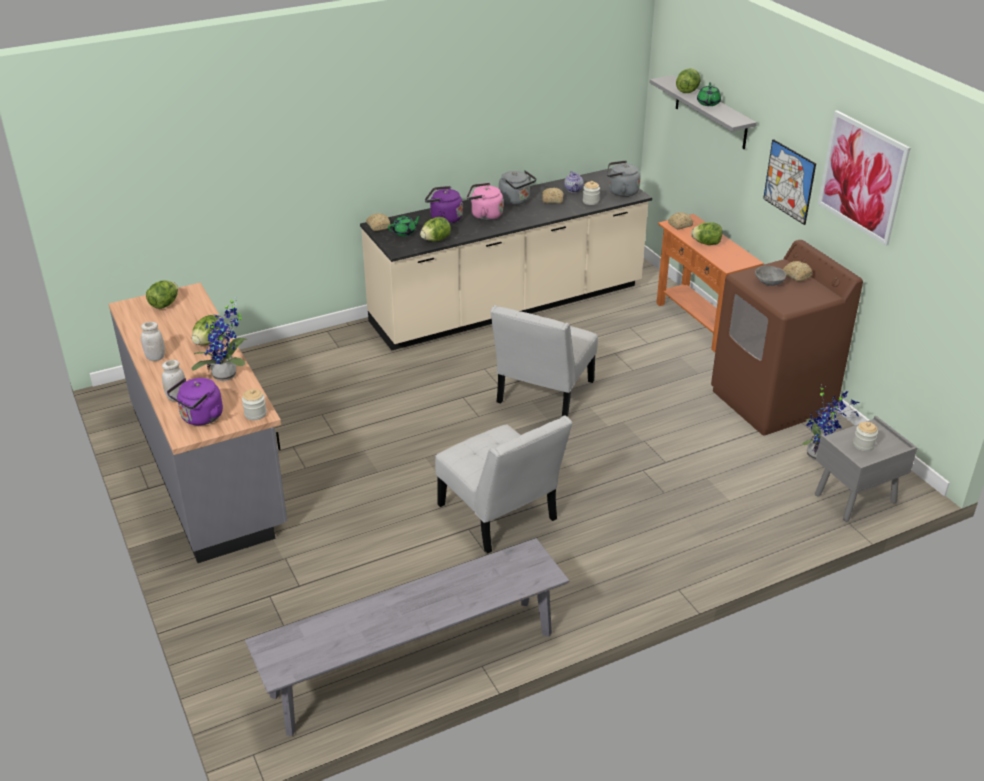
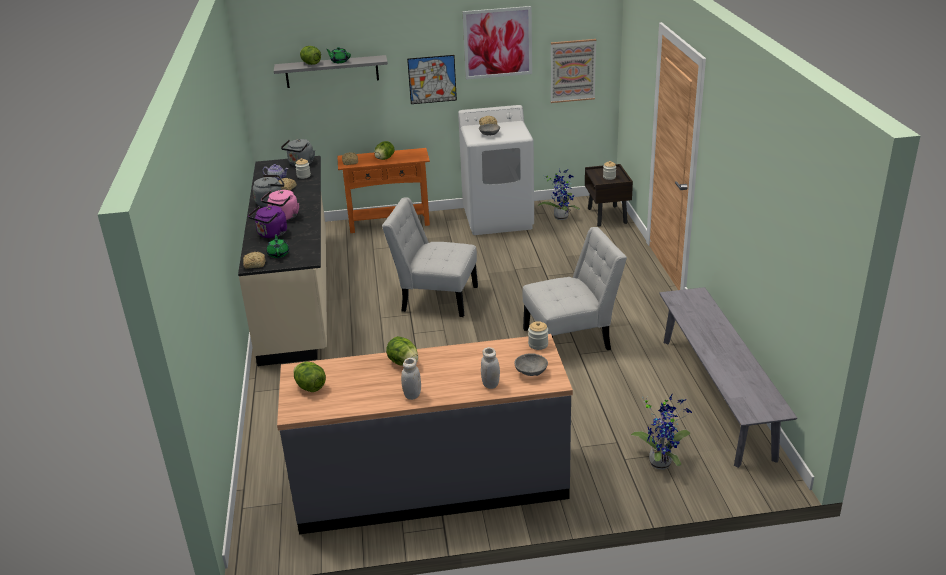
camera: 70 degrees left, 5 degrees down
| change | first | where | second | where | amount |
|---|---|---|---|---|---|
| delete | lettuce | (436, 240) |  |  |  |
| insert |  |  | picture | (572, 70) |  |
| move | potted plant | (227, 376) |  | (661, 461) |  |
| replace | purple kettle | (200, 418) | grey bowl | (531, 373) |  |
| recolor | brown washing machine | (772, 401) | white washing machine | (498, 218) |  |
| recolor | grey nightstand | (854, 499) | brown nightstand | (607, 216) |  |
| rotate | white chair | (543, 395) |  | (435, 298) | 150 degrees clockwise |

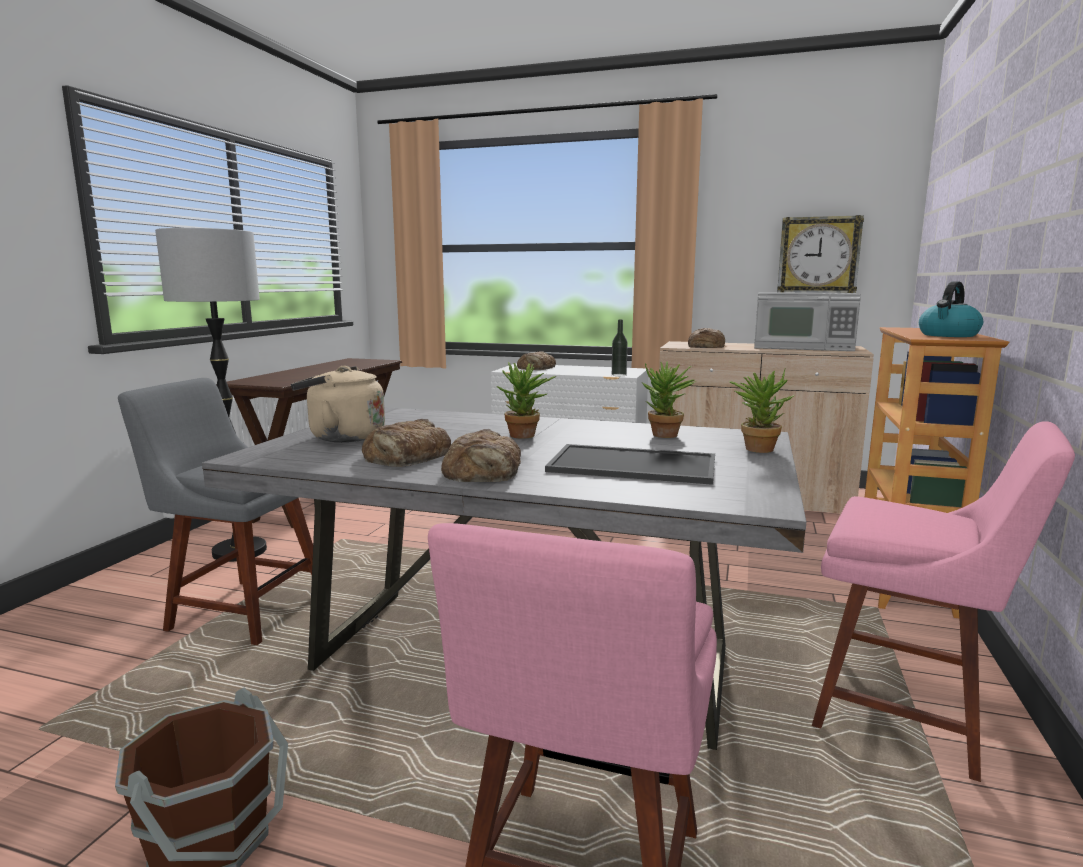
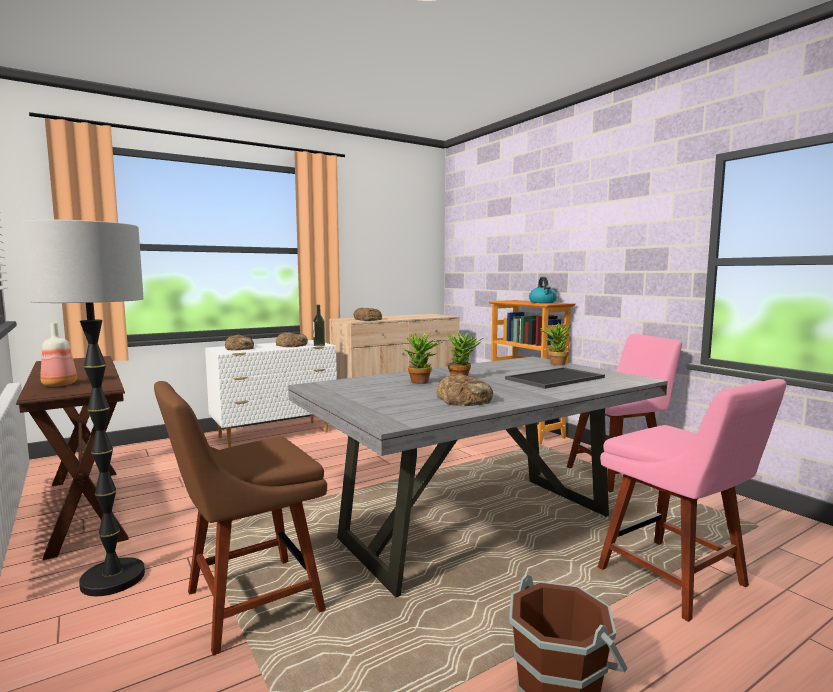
camera: 50 degrees left, 5 degrees down
| change | first | where | second | where | amount |
|---|---|---|---|---|---|
| delete | beige kettle | (342, 437) |  |  |  |
| delete | microwave | (803, 347) |  |  |  |
| delete | wall clock | (818, 260) |  |  |  |
| insert |  |  | bottle | (59, 384) |  |
| move | bread | (484, 470) |  | (291, 345) |  |
| move | potted plant | (665, 436) |  | (422, 382) |  |
| recolor | grey chair | (243, 610) | brown chair | (246, 604) |  |

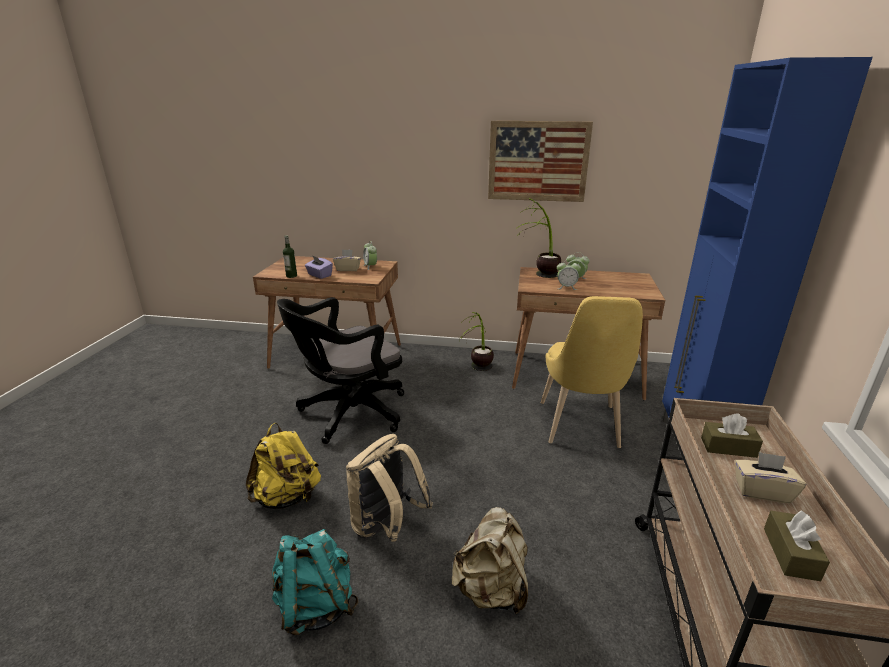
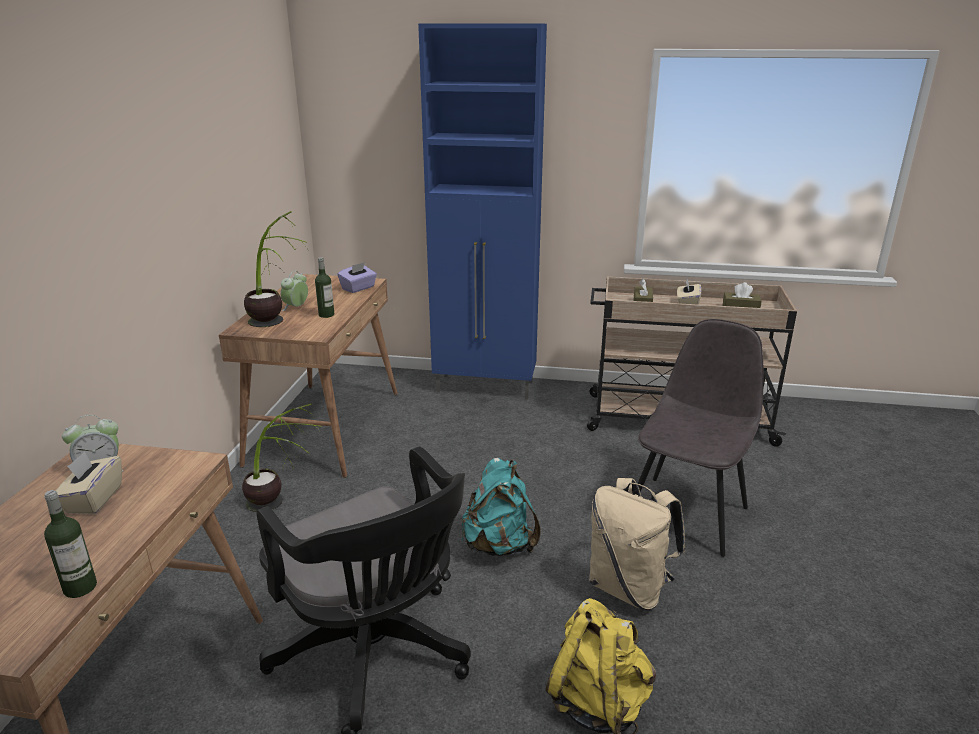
camera: 90 degrees left, 0 degrees up
| change | first | where | second | where | amount |
|---|---|---|---|---|---|
| delete | picture | (538, 161) |  |  |  |
| delete | yellow chair | (580, 428) |  |  |  |
| move | turquoise backpack | (315, 605) |  | (499, 545) |  |
| move | purple tissue box | (319, 275) |  | (358, 288) |  |
| replace | beige backpack | (492, 590) | grey chair | (687, 513) |  |
| replace | alarm clock | (566, 287) | bottle | (326, 315) |  |

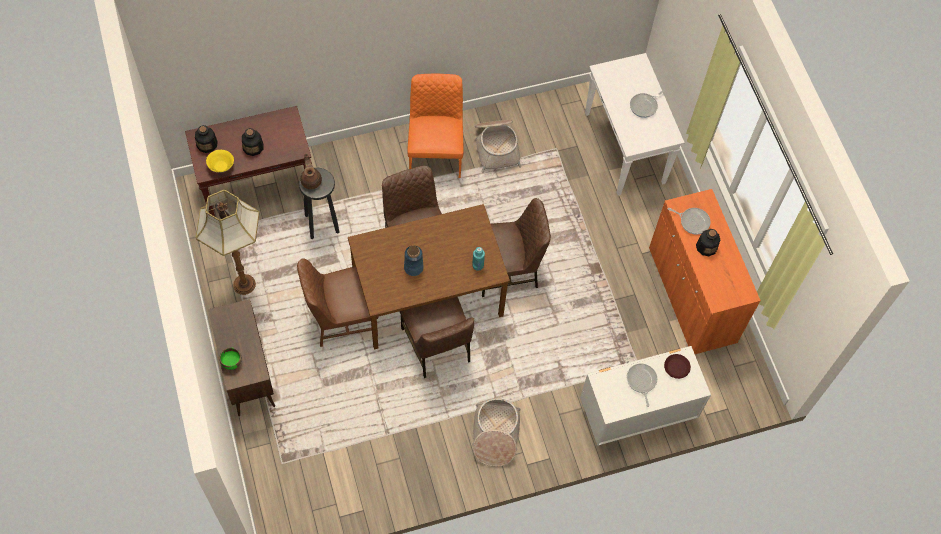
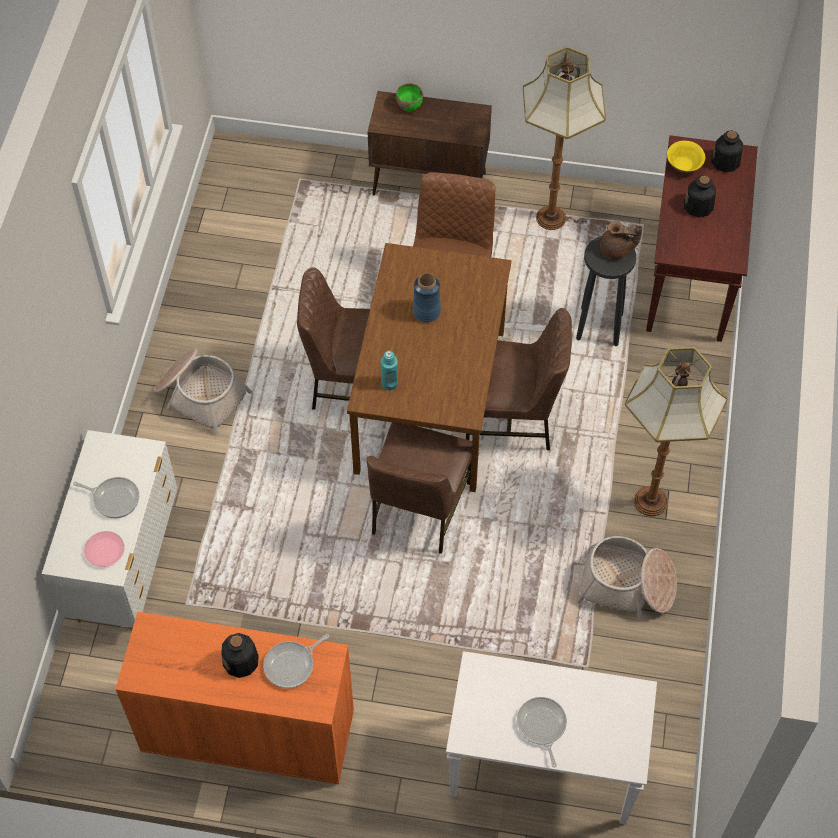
camera: 120 degrees right, 5 degrees down
| change | first | where | second | where | amount |
|---|---|---|---|---|---|
| replace | orange chair | (435, 153) | floor lamp | (652, 502) |  |
| recolor | brown plate | (676, 367) | pink plate | (105, 551) |  |

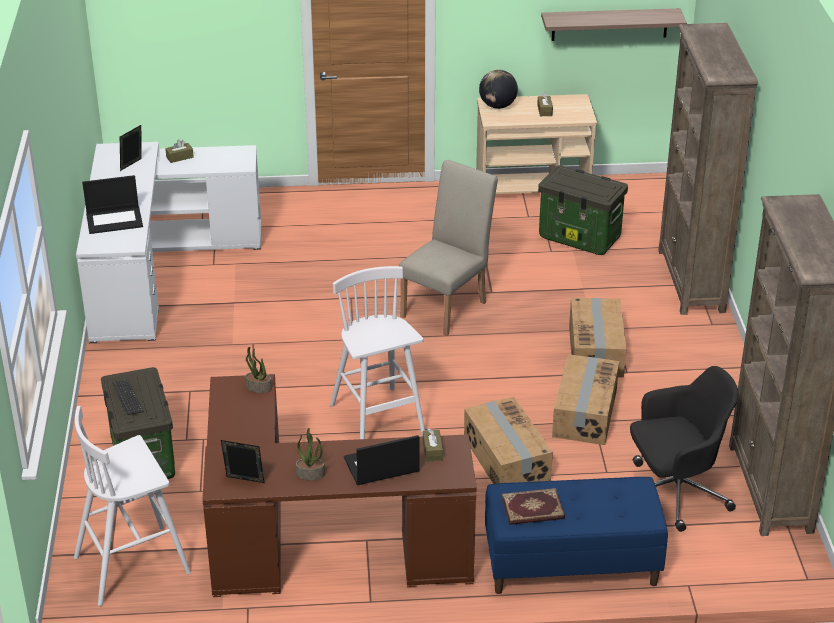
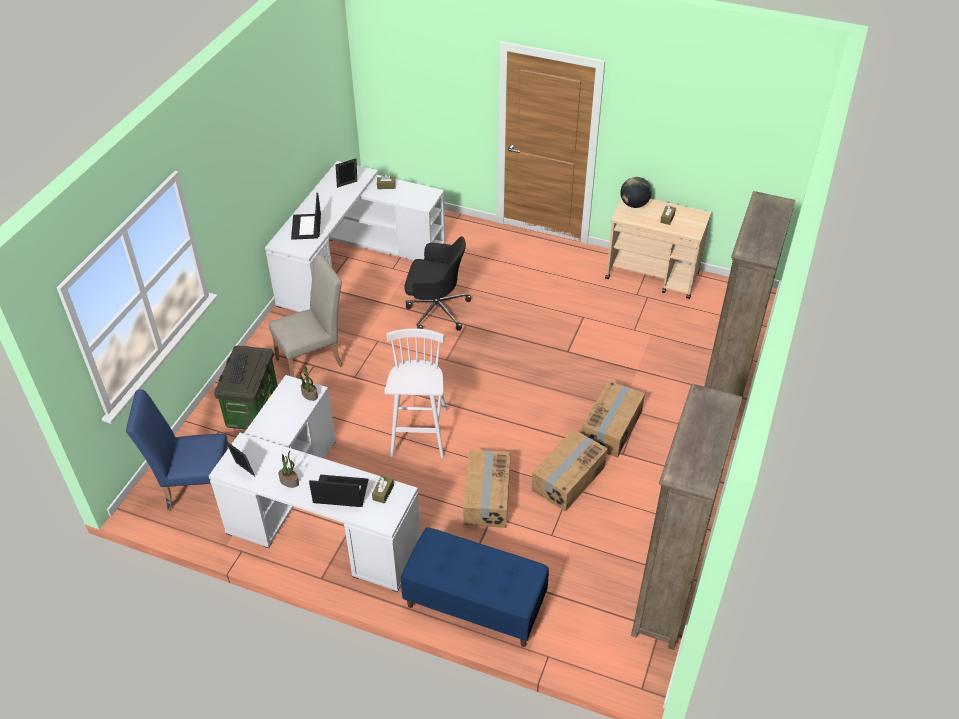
camera: 25 degrees right, 10 degrees up
| change | first | where | second | where | amount |
|---|---|---|---|---|---|
| delete | book | (533, 510) |  |  |  |
| delete | storage box | (581, 238) |  |  |  |
| delete | shelf | (609, 24) |  |  |  |
| move | beige chair | (448, 306) |  | (314, 360) |  |
| move | black office chair | (674, 493) |  | (436, 310) |  |
| replace | white stool | (134, 564) | blue chair | (195, 489) |  |
| recolor | brown desk | (313, 543) | white desk | (314, 516) |  |
| rotate | laptop | (115, 220) |  | (307, 227) | 75 degrees clockwise |

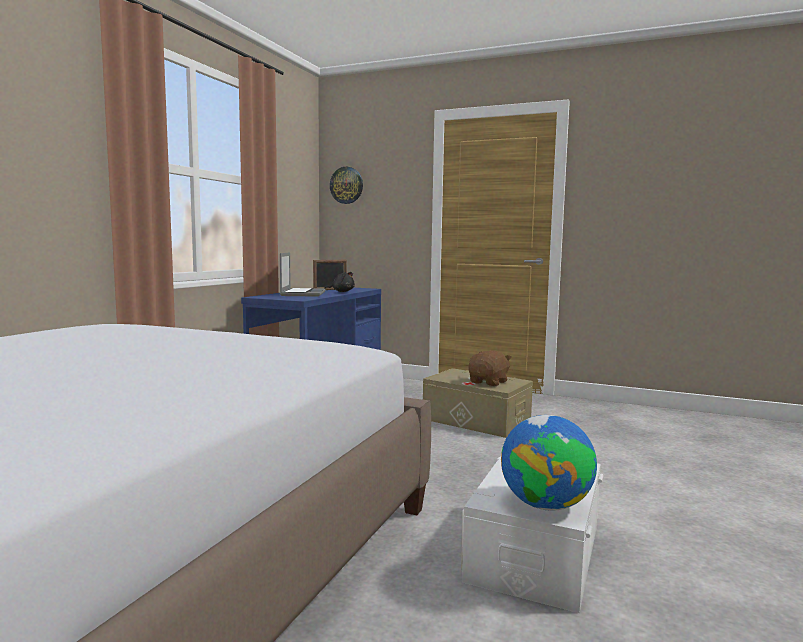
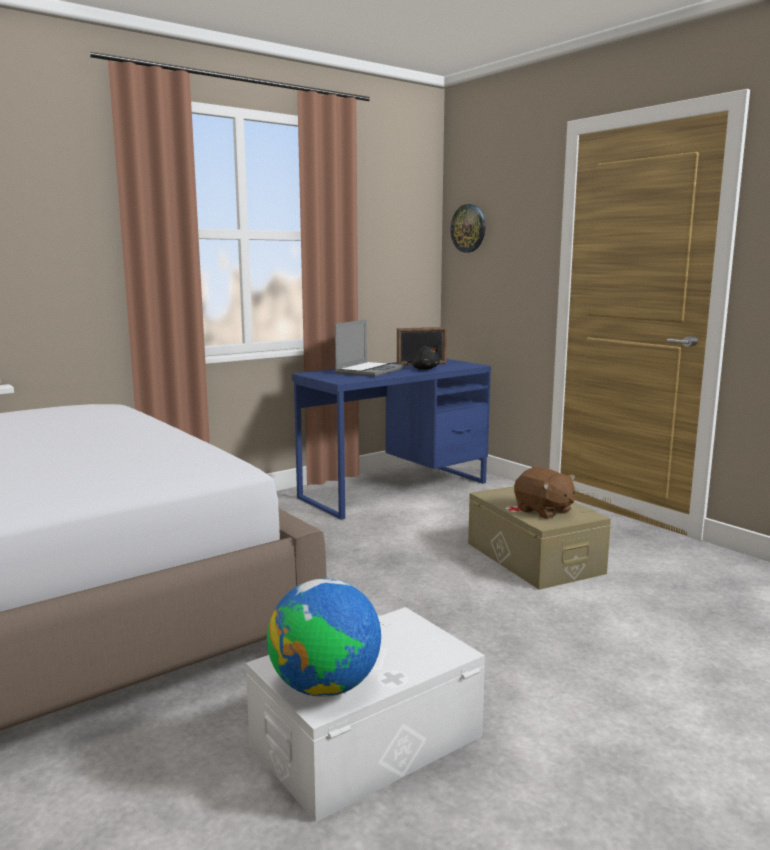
camera: 30 degrees right, 5 degrees up
| change | first | where | second | where | amount |
|---|---|---|---|---|---|
| rotate | brown plush toy | (489, 382) |  | (543, 511) | 75 degrees clockwise |

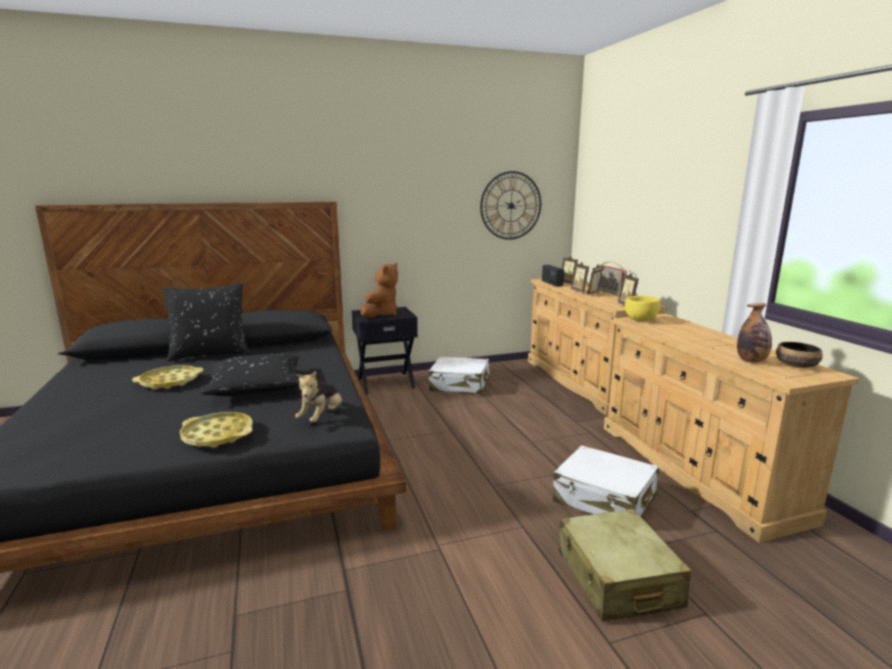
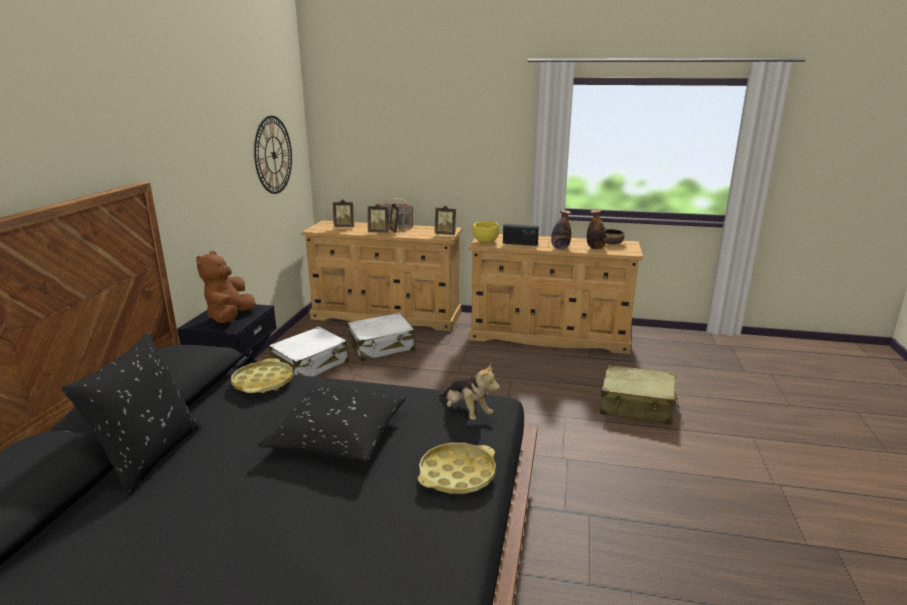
camera: 60 degrees left, 5 degrees up
| change | first | where | second | where | amount |
|---|---|---|---|---|---|
| insert |  |  | bottle | (560, 248) |  |
| move | yellow tray | (170, 382) |  | (263, 382) |  |
| move | radio | (552, 283) |  | (520, 243) |  |
| move | white suitcase | (604, 499) |  | (382, 347) |  |
| rotate | brown plush toy | (381, 314) |  | (230, 318) | 135 degrees counterclockwise |

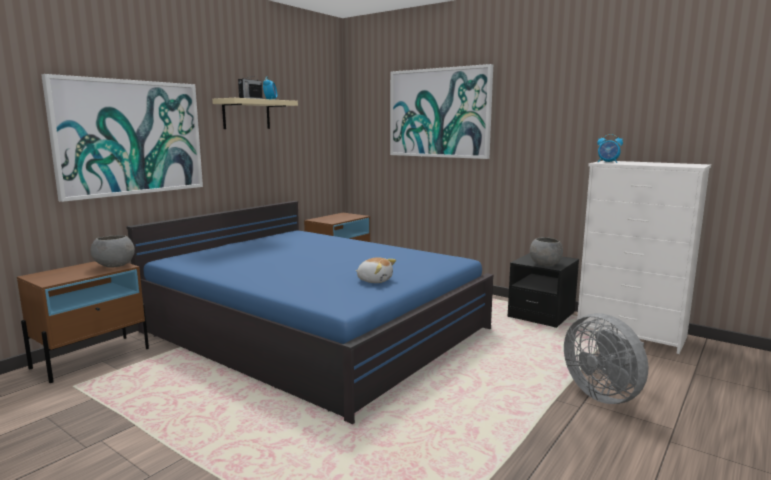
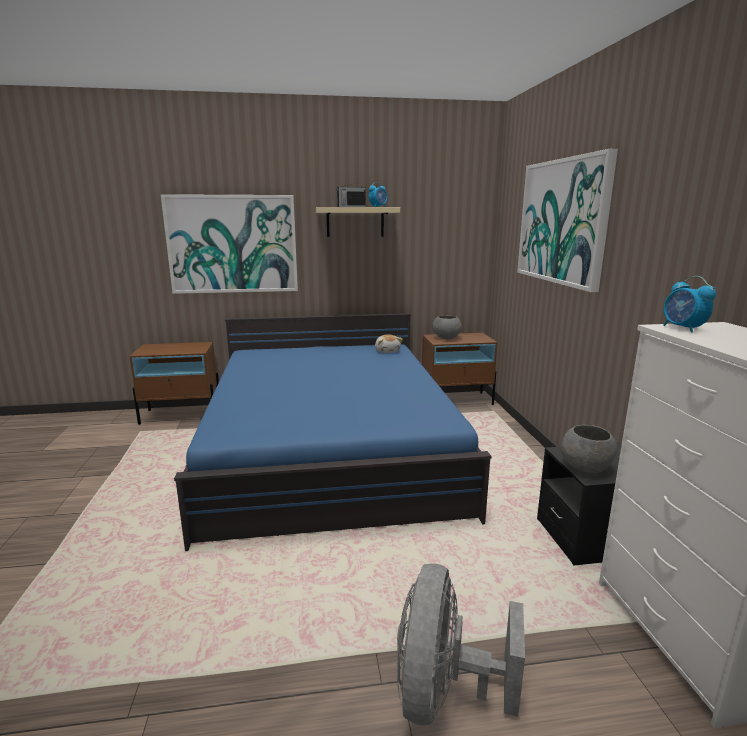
camera: 45 degrees right, 5 degrees up
| change | first | where | second | where | amount |
|---|---|---|---|---|---|
| move | grey bowl | (114, 266) |  | (446, 338) |  |
| move | plush toy | (374, 280) |  | (387, 351) |  |

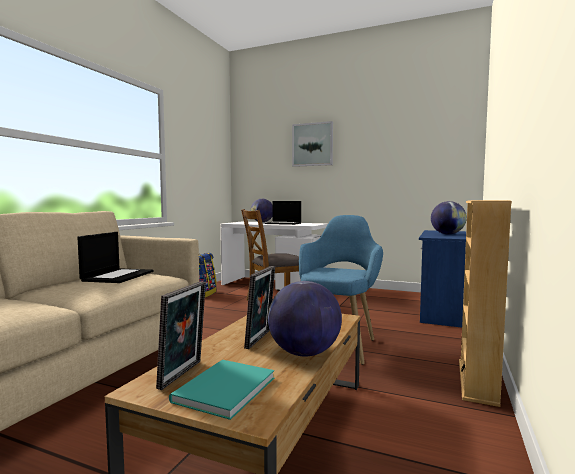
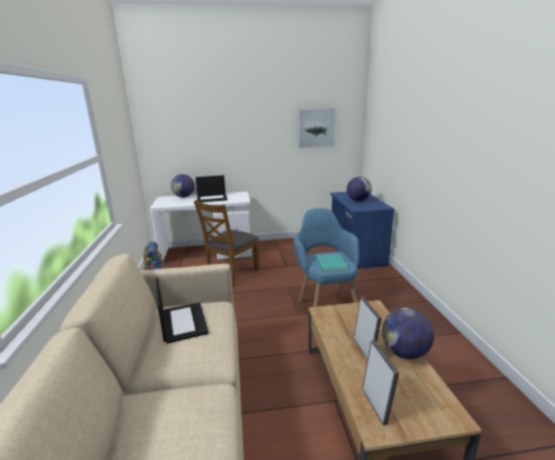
camera: 30 degrees left, 15 degrees up
| change | first | where | second | where | amount |
|---|---|---|---|---|---|
| delete | beige bookcase | (477, 381) |  |  |  |
| move | turquoise book | (221, 390) |  | (330, 264) |  |
| move | picture | (312, 144) |  | (316, 128) |  |

